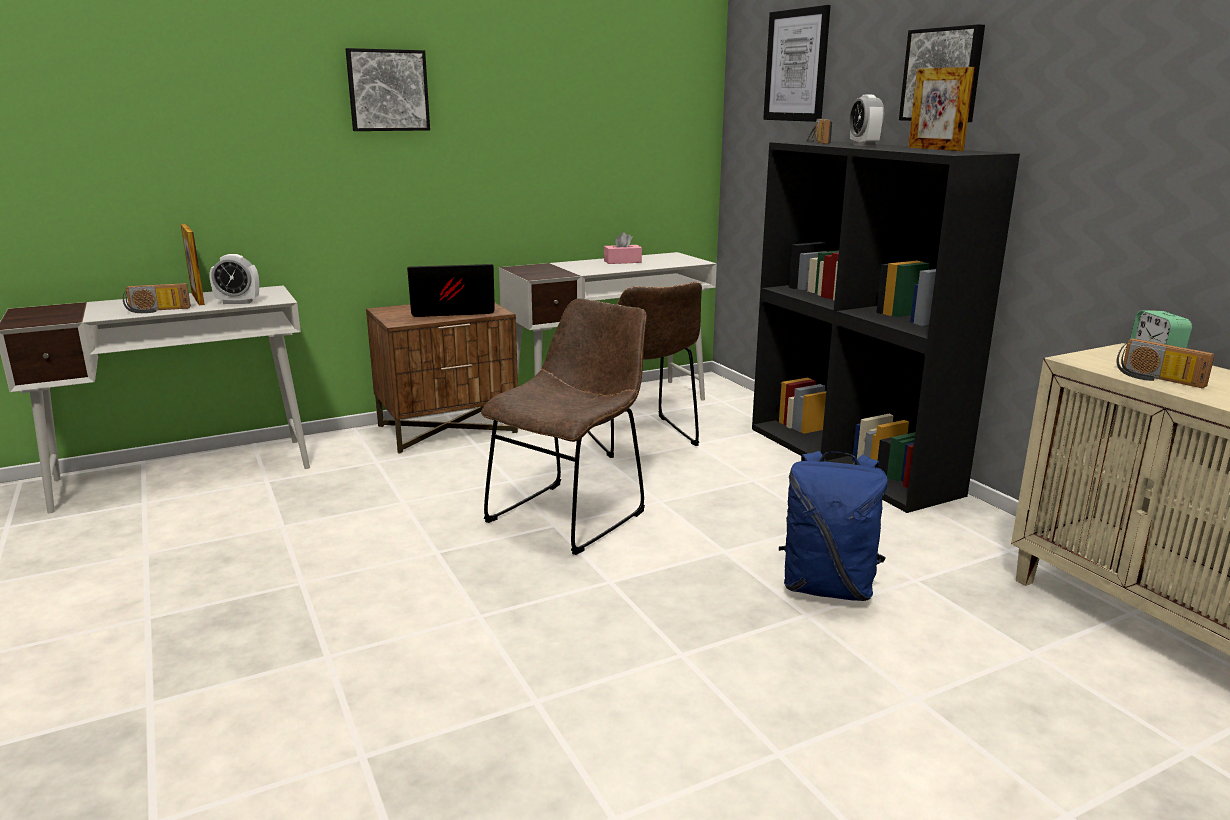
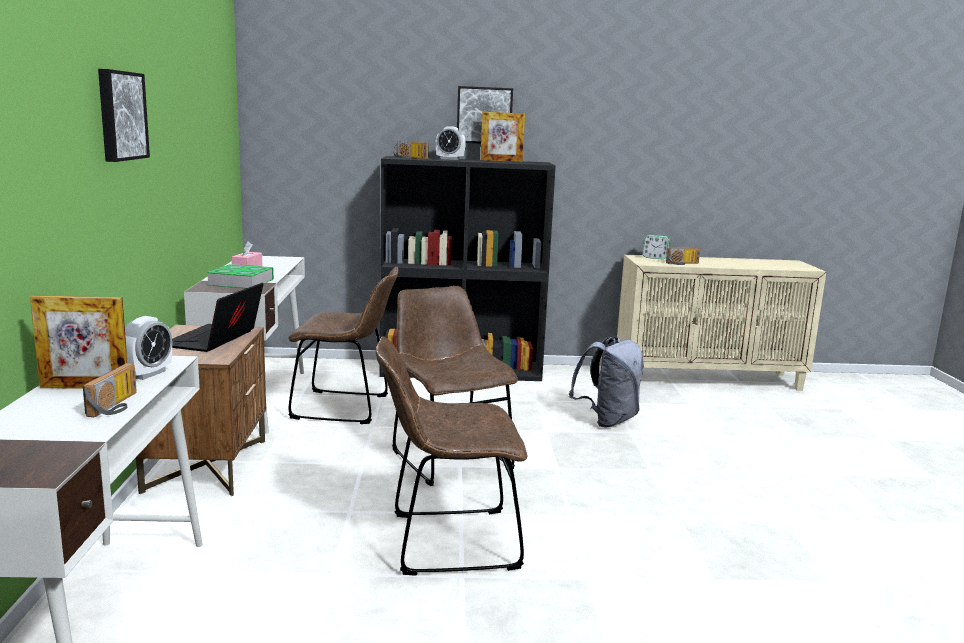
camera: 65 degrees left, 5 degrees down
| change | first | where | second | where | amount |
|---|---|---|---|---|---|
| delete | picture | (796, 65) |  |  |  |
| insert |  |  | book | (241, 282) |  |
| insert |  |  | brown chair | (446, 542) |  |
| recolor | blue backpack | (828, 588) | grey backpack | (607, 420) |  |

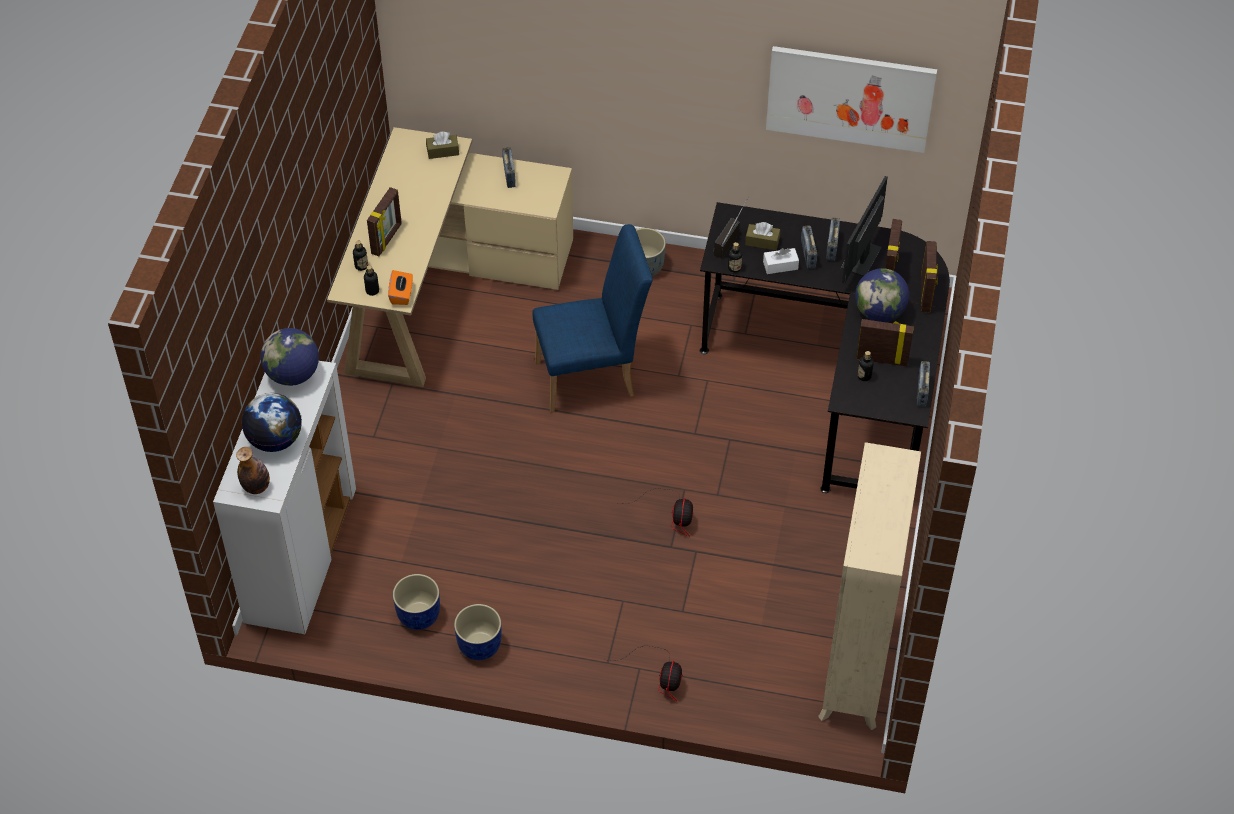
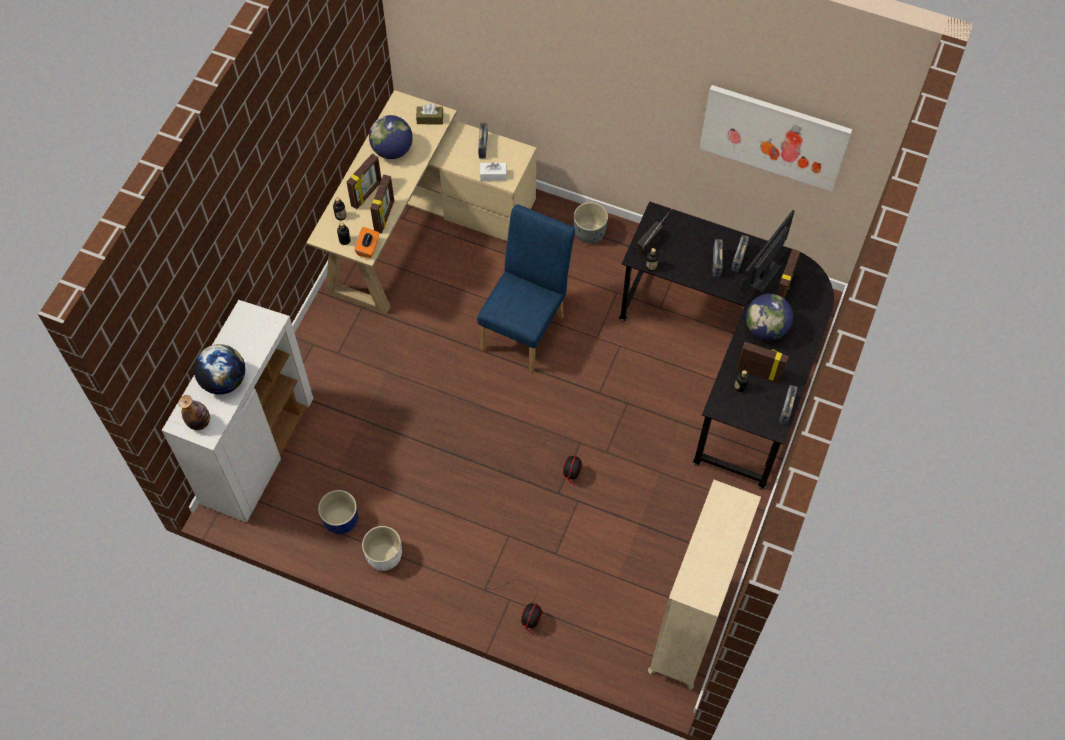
camera: 10 degrees right, 10 degrees up
| change | first | where | second | where | amount |
|---|---|---|---|---|---|
| delete | brown tissue box | (762, 241) |  |  |  |
| move | globe | (293, 375) |  | (392, 150) |  |
| move | white tissue box | (780, 265) |  | (493, 175) |  |
| move | picture frame | (926, 294) |  | (385, 216) |  |
| recolor | blue planter | (479, 645) | white planter | (383, 556) |  |
| rotate | blue chair | (593, 377) |  | (526, 327) | 60 degrees counterclockwise |

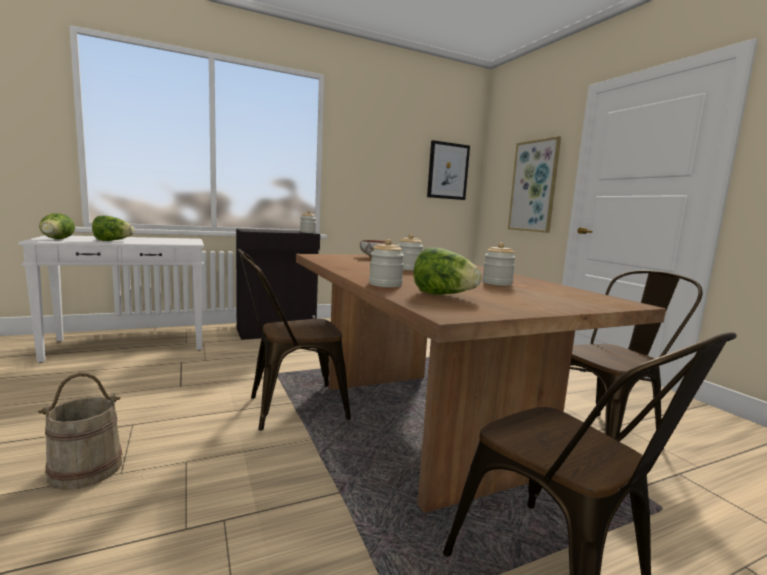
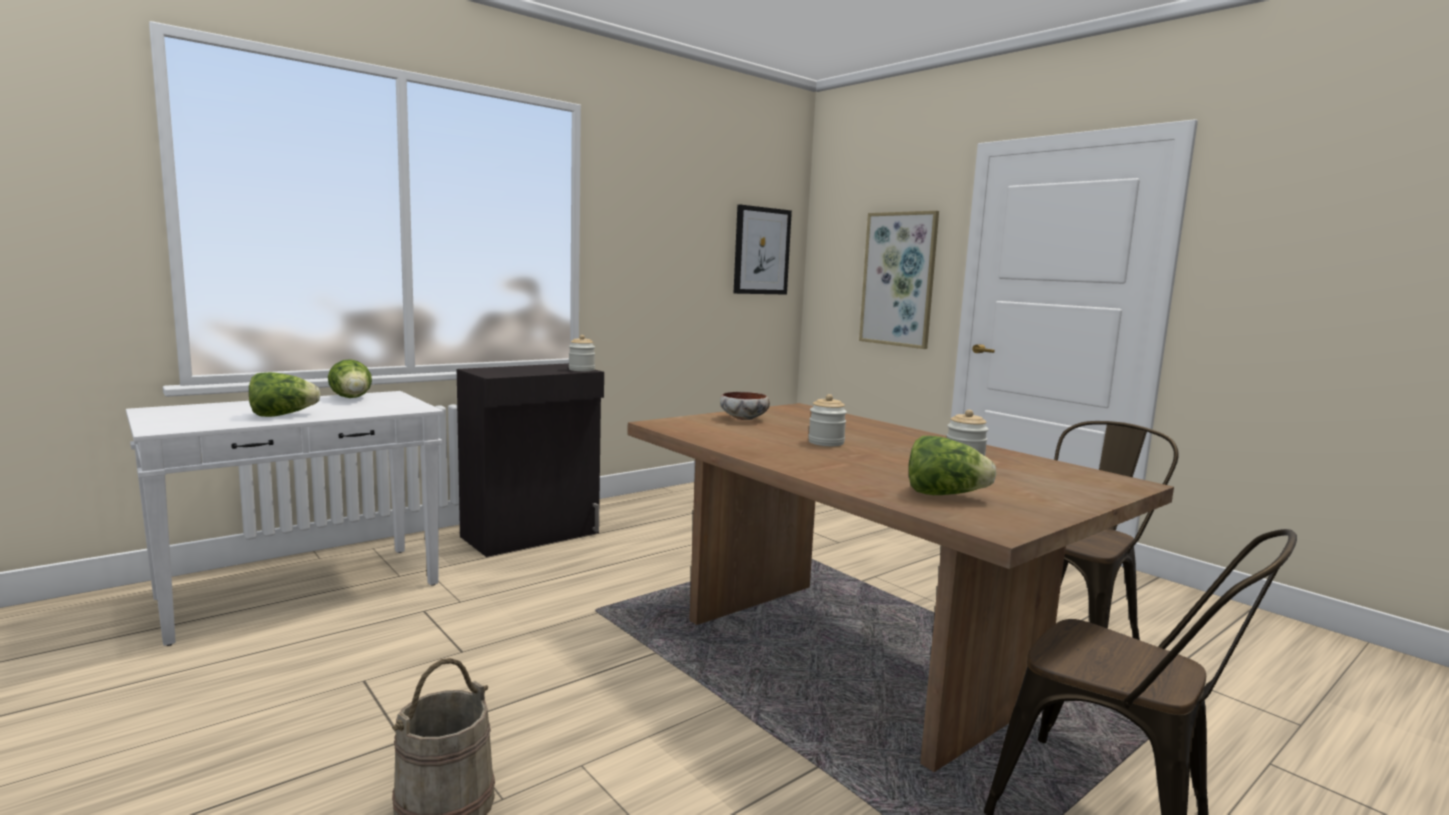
camera: 15 degrees left, 0 degrees up
| change | first | where | second | where | amount |
|---|---|---|---|---|---|
| delete | brown chair | (289, 408) |  |  |  |
| delete | jar | (385, 284) |  |  |  |
| move | lettuce | (56, 239) |  | (352, 398) |  |

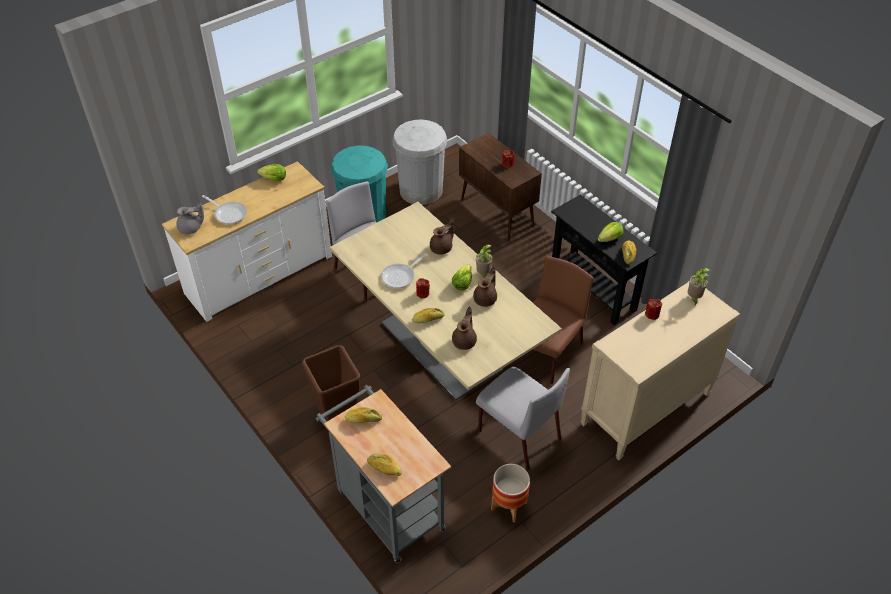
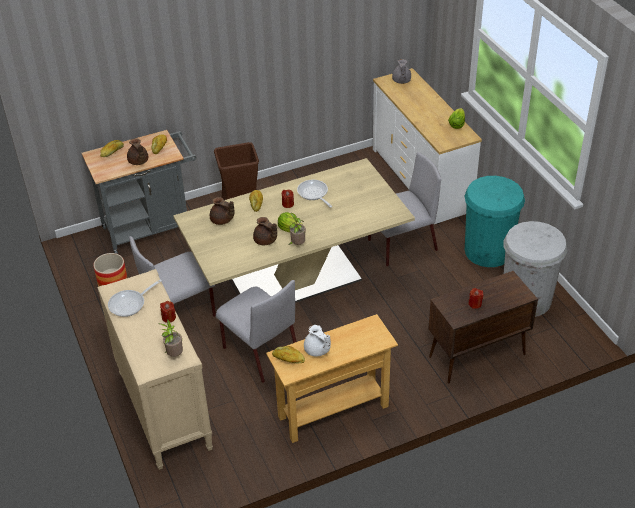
camera: 105 degrees right, 5 degrees down
| change | first | where | second | where | amount |
|---|---|---|---|---|---|
| move | frying pan | (229, 213) |  | (130, 304) |  |
| move | brown teapot | (442, 248) |  | (138, 161) |  |
| replace | lettuce | (610, 239) | white teapot | (317, 350) |  |
| recolor | brown chair | (546, 354) | grey chair | (260, 352) |  |
| recolor | black console table | (592, 290) | beige console table | (333, 411) |  |

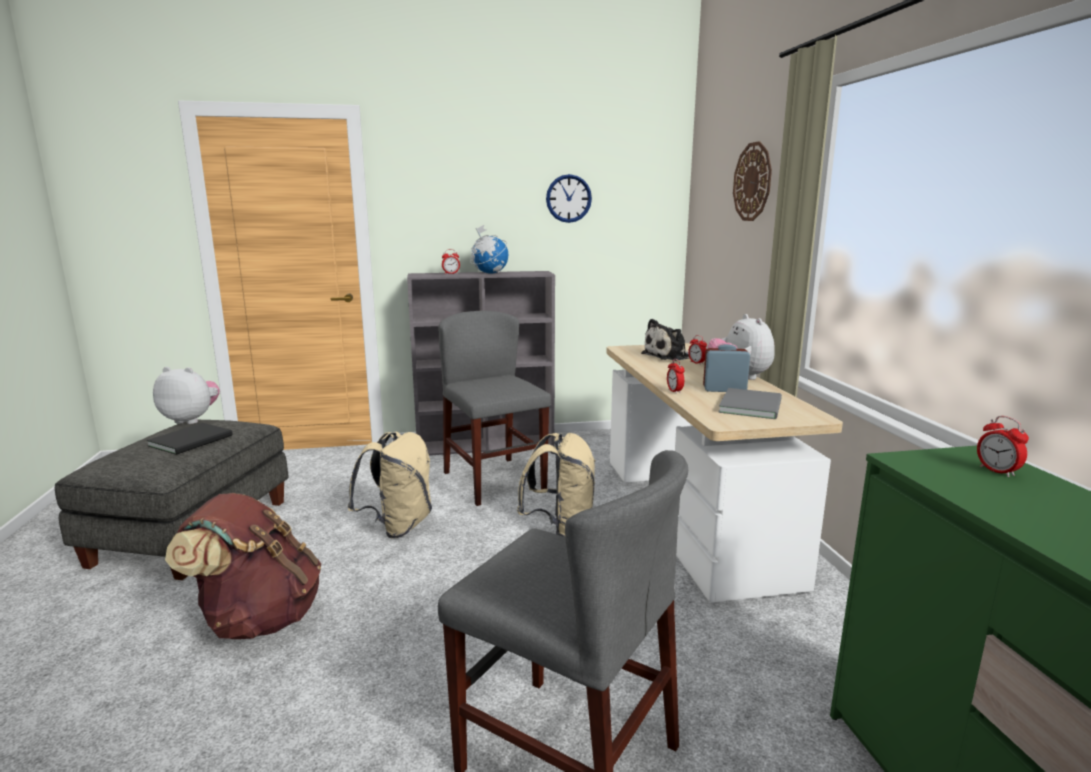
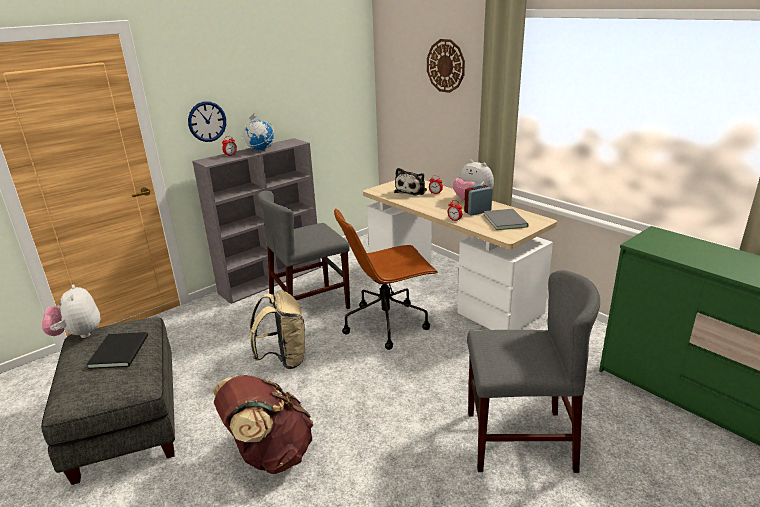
camera: 30 degrees left, 10 degrees up
| change | first | where | second | where | amount |
|---|---|---|---|---|---|
| delete | alarm clock | (997, 471) |  |  |  |
| move | wall clock | (568, 198) |  | (207, 121) |  |
| replace | beige backpack | (560, 528) | brown office chair | (387, 323) |  |
| rotate | plush toy | (191, 420) |  | (78, 334) | 90 degrees counterclockwise |
| rotate | grey chair | (494, 481) |  | (309, 305) | 60 degrees counterclockwise |

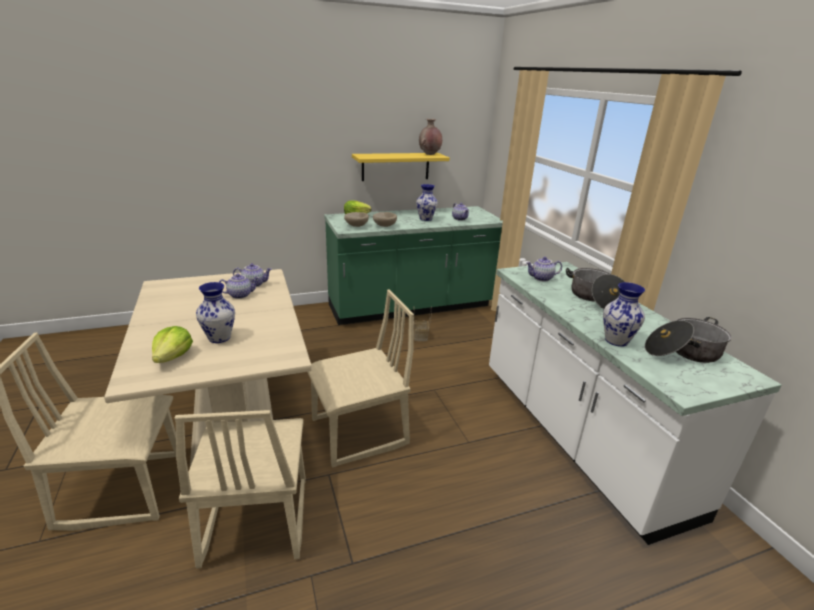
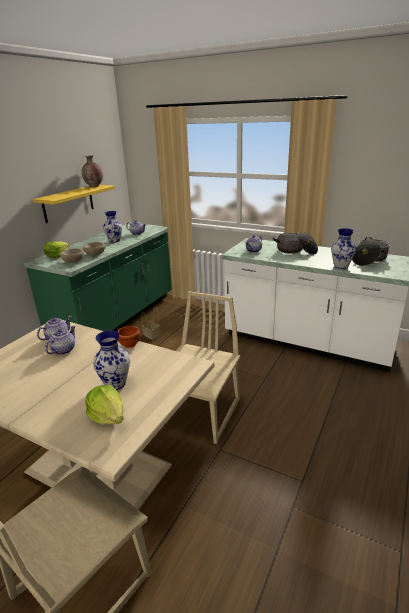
camera: 40 degrees left, 0 degrees up
| change | first | where | second | where | amount |
|---|---|---|---|---|---|
| delete | beige chair | (255, 520) |  |  |  |
| insert |  |  | brown bowl | (130, 344) |  |

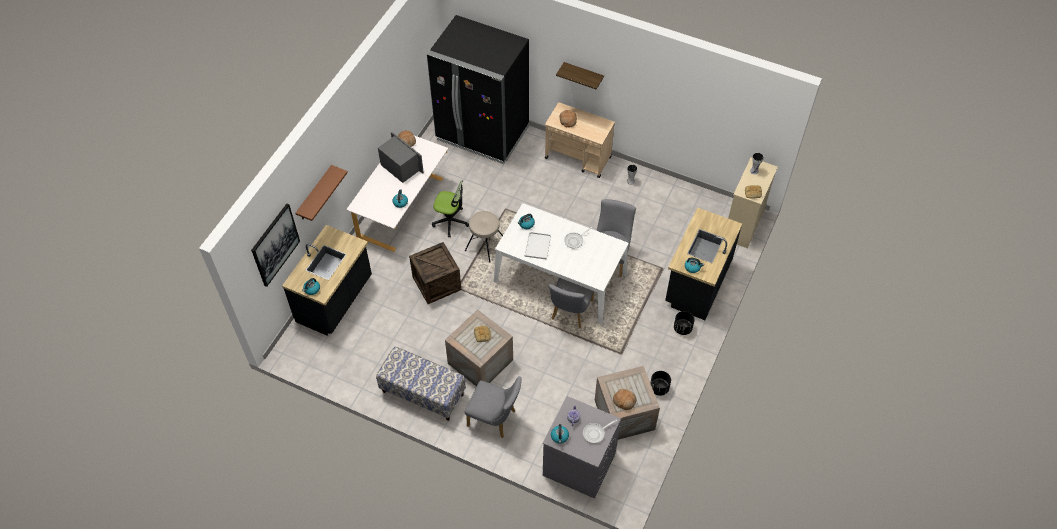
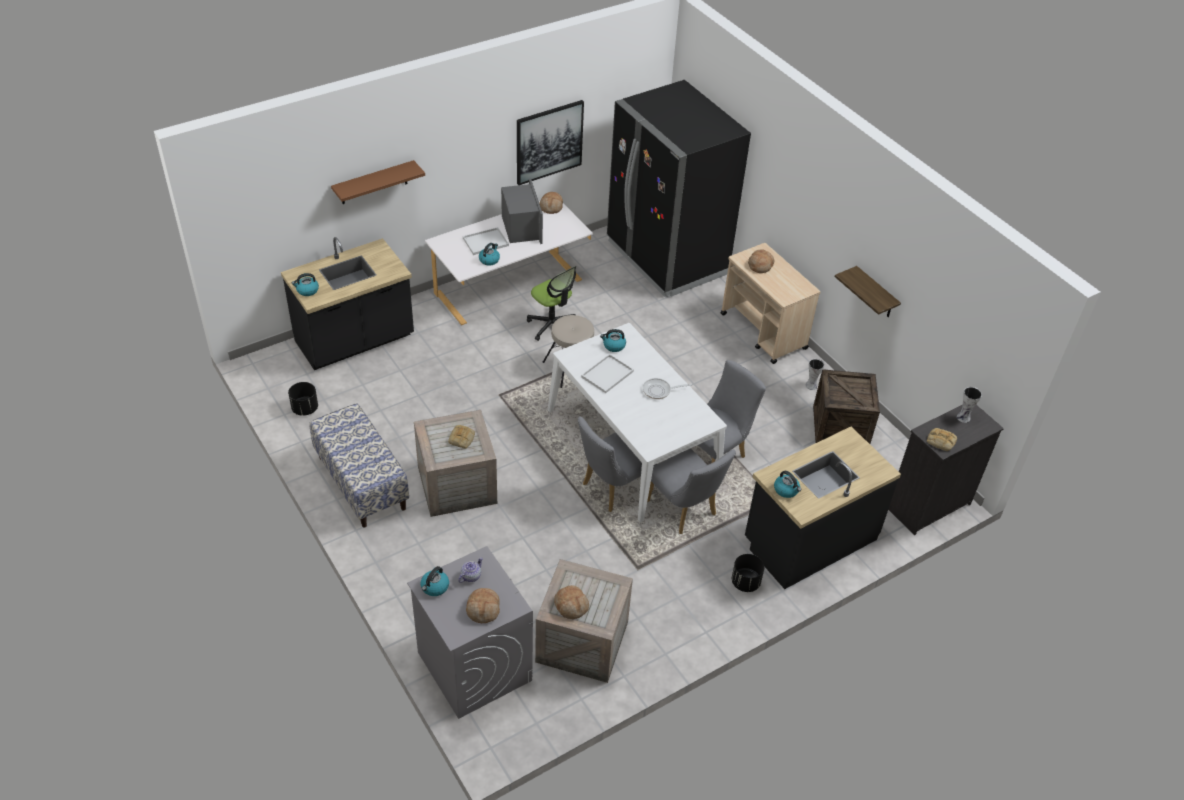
camera: 30 degrees right, 10 degrees down
| change | first | where | second | where | amount |
|---|---|---|---|---|---|
| insert |  |  | white tray | (486, 241) |  |
| move | picture | (275, 244) |  | (549, 142) |  |
| move | crate | (436, 283) |  | (840, 427) |  |
| move | grey chair | (495, 419) |  | (684, 511) |  |
| move | shelf | (583, 74) |  | (876, 293) |  |
| move | black planter | (659, 388) |  | (305, 409) |  |
| replace | frying pan | (595, 433) | bread | (483, 609) |  |
| recolor | beige dresser | (742, 226) | black dresser | (927, 506) |  |

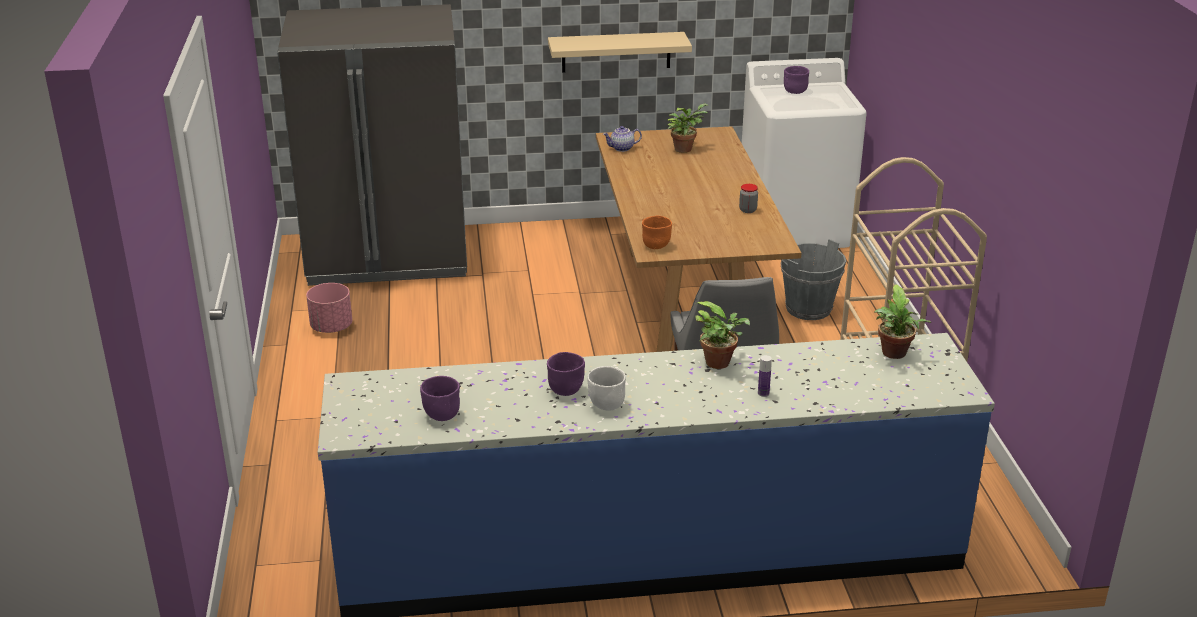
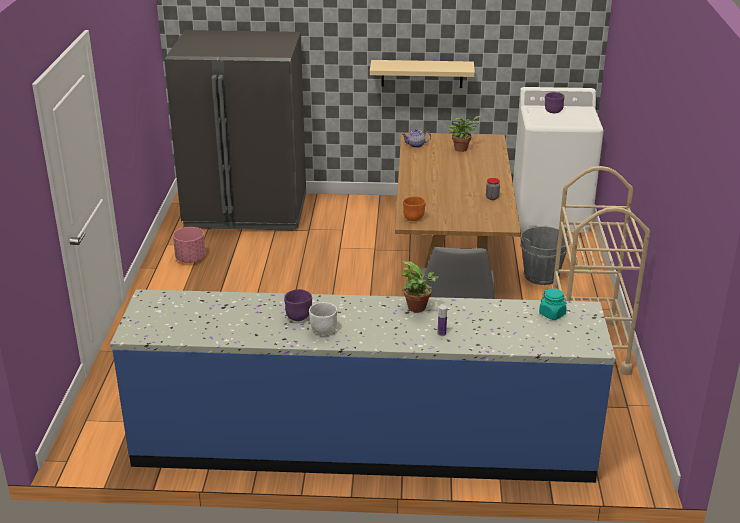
camera: 10 degrees right, 0 degrees up
| change | first | where | second | where | amount |
|---|---|---|---|---|---|
| delete | purple bowl | (441, 415) |  |  |  |
| replace | potted plant | (894, 354) | turquoise jar | (552, 314) |  |

